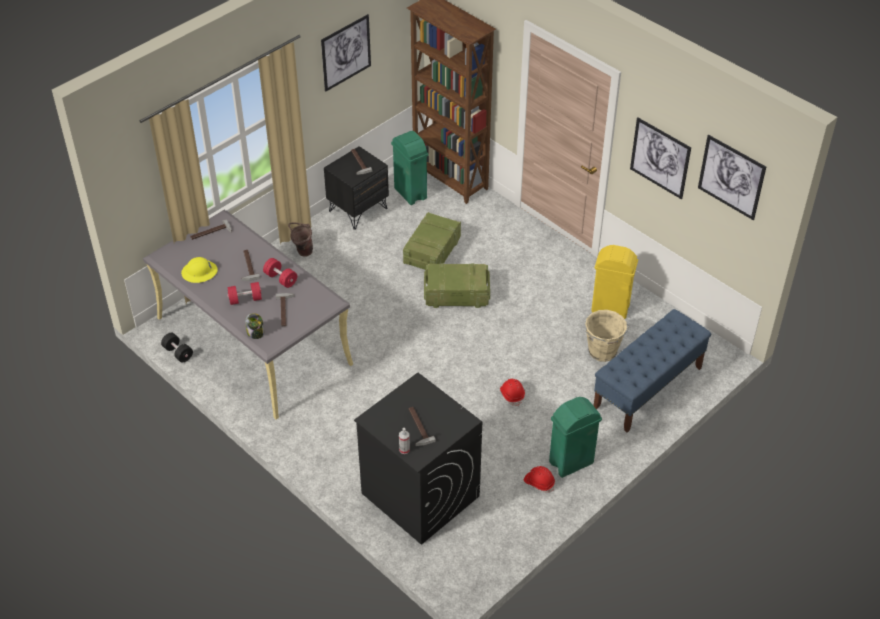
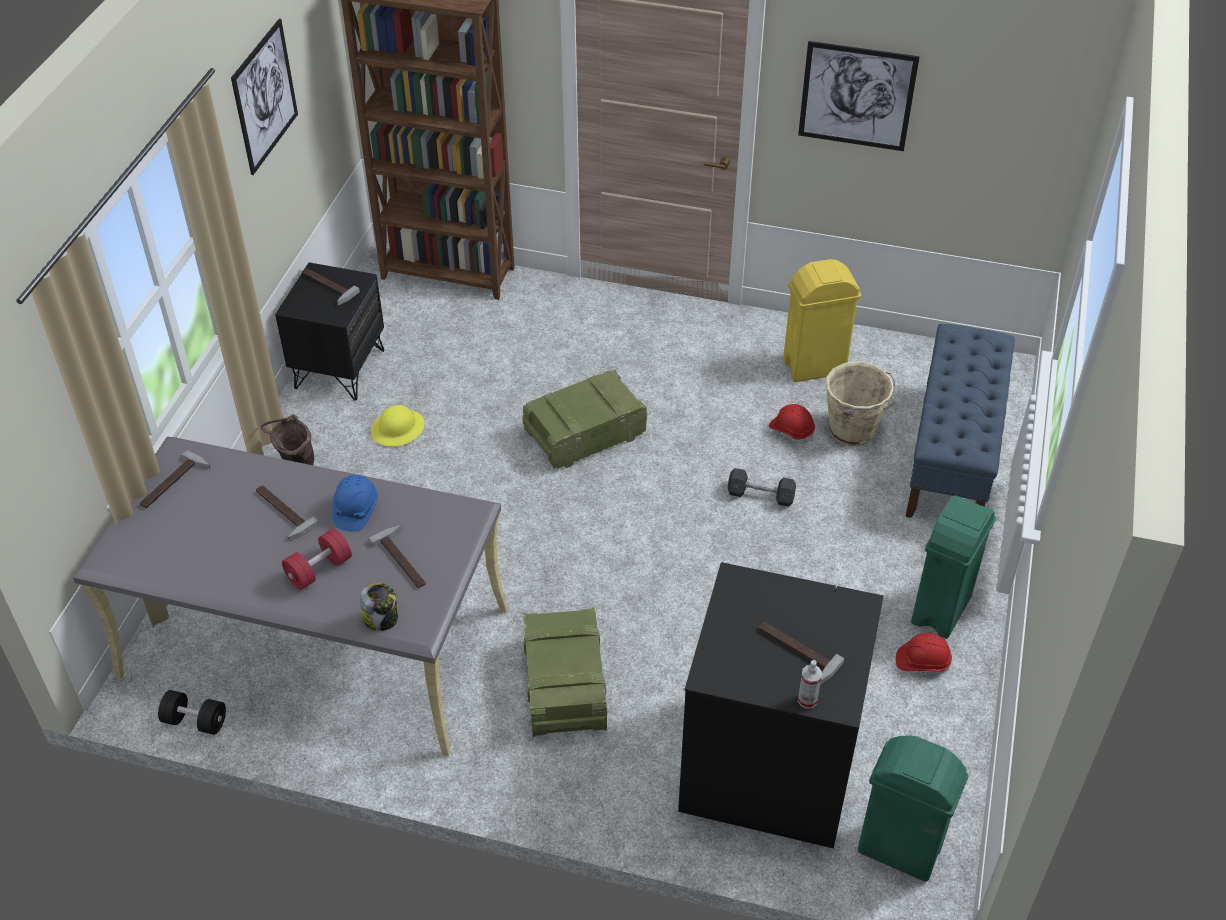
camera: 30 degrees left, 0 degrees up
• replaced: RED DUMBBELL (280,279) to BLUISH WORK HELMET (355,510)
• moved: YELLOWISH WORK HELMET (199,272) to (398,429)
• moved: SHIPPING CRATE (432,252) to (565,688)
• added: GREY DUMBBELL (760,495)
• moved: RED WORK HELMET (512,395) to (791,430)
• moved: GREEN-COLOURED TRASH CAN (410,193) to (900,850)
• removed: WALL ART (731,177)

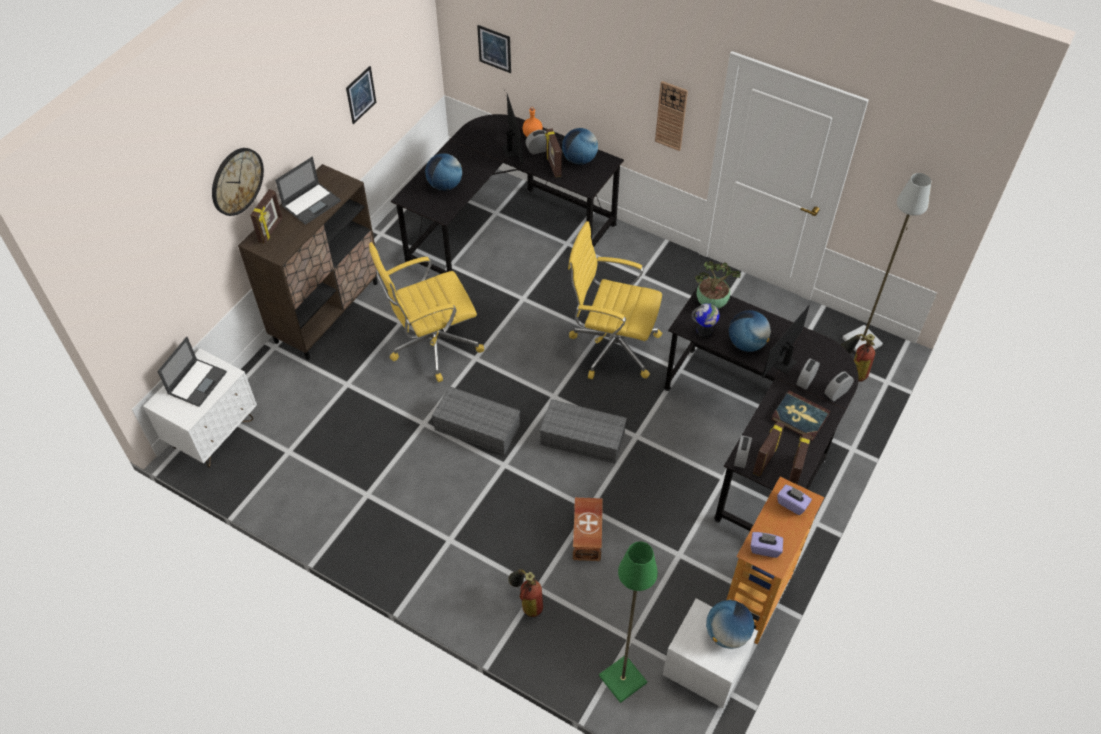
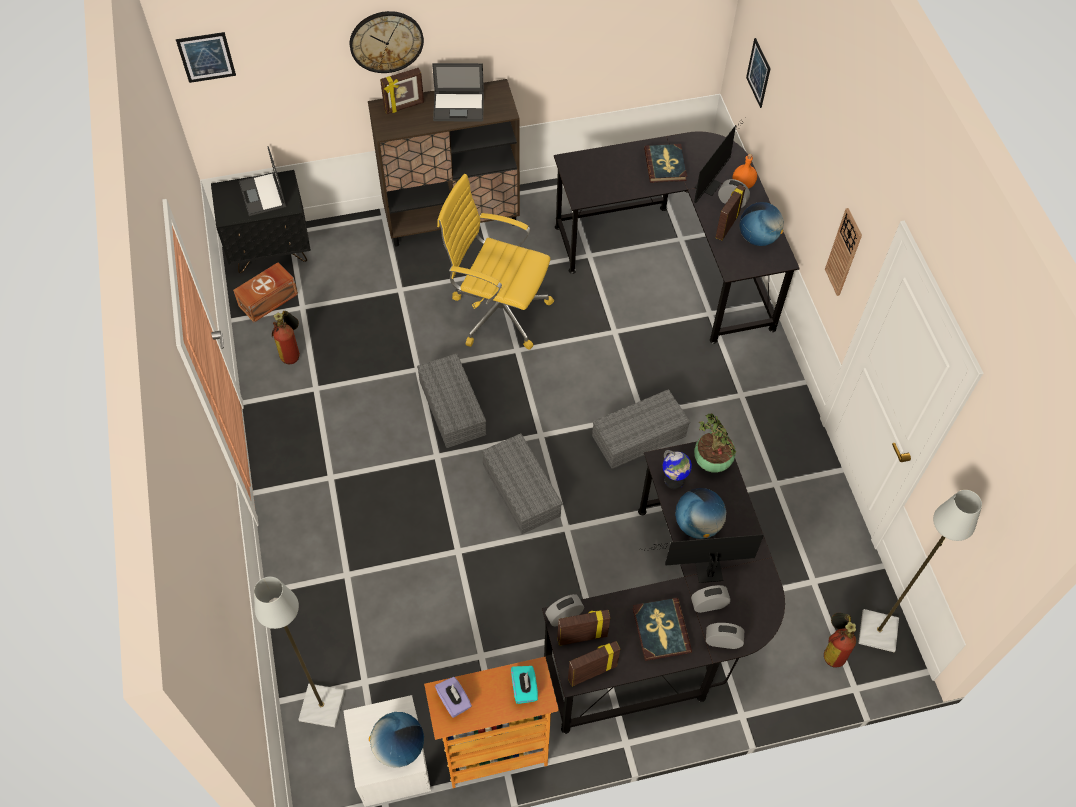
camera: 45 degrees right, 5 degrees up
• moved: WALL ART (361,95) to (206,57)
• recoloured: WHITE-COLOURED NIGHTSTAND (214,434) to BLACKISH NIGHTSTAND (271,250)
• moved: BROWN-COLOURED STORAGE BOX (588,535) to (269,300)
• turned: NOTEBOOK COMPUTER (197,382) = (263,195) 90 degrees clockwise
• recoloured: GREEN-COLOURED FLOOR LAMP (621,679) to GREY FLOOR LAMP (321,705)
• moved: FIRE EXTINGUISHER (527,602) to (292,350)
• recoloured: PURPLISH BOX OF TISSUES (792,504) to TURQUOISE BOX OF TISSUES (524,688)
• replaced: YELLOWISH OFFICE CHAIR (612,346) to GREY STORAGE BOX (639,435)
• added: BOUND BOOK (665,165)
• removed: WORLD GLOBE (445,185)

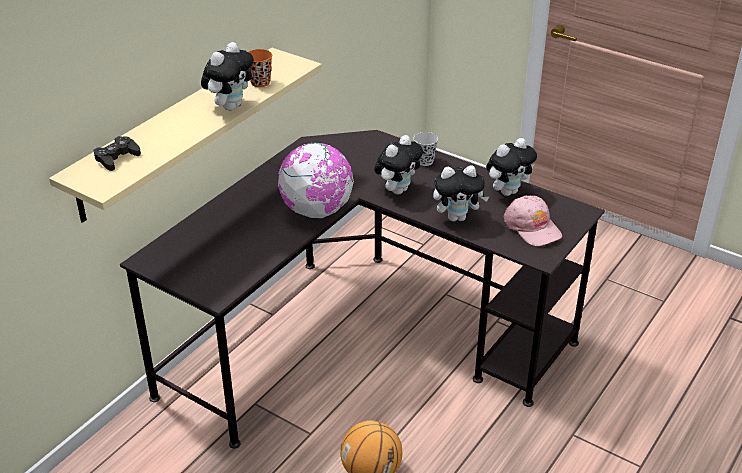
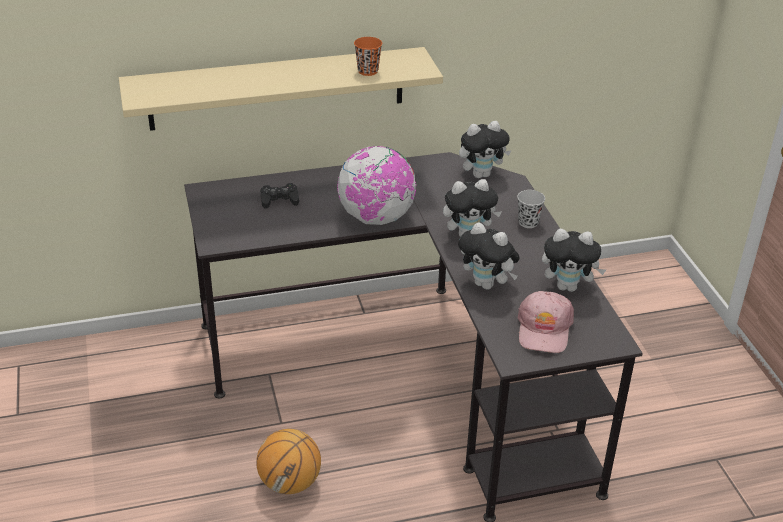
camera: 40 degrees right, 0 degrees up
• moved: BLACKISH GAME CONTROLLER (117,158) to (279,200)
• moved: CUDDLY TOY (230,106) to (481,174)

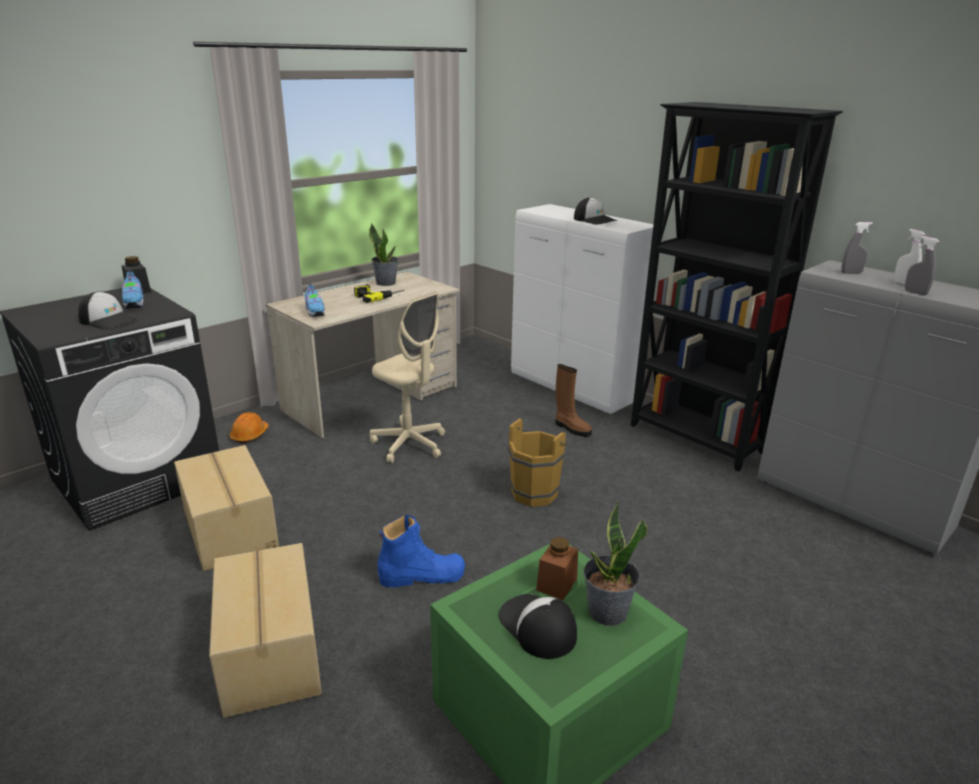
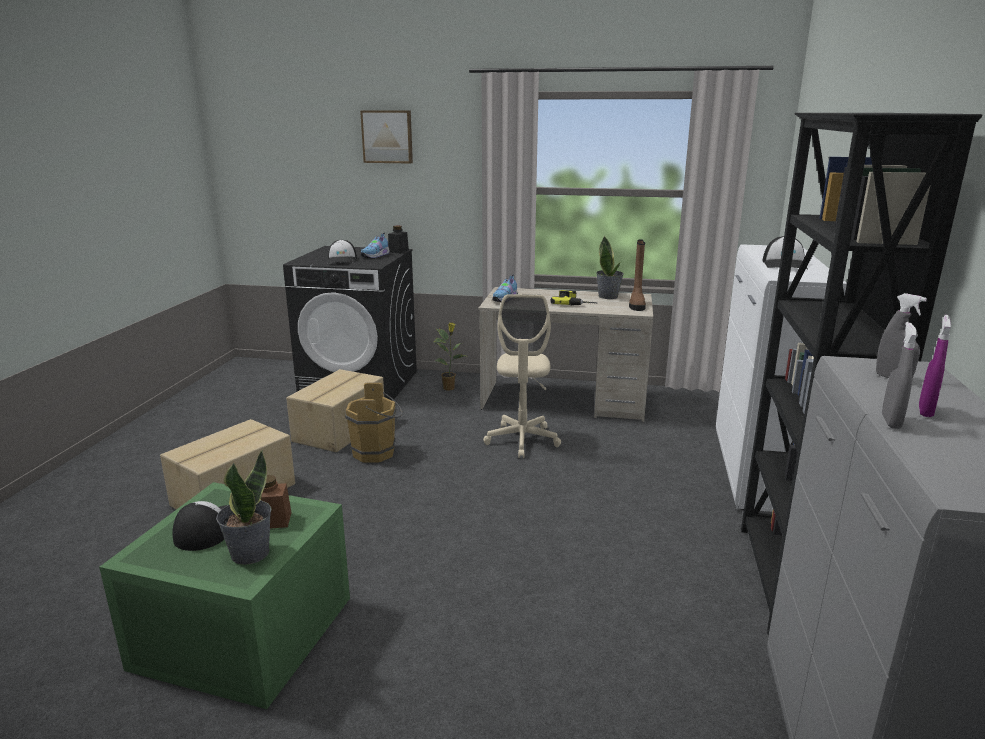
camera: 55 degrees right, 5 degrees down
• moved: BROWN-COLOURED PAIL (536,492) to (377,453)
• added: WALL ART (387,136)
• replaced: ORANGE WORK HELMET (249,435) to PLANT IN A POT (449,388)
• moved: BROWN-COLOURED TALL BOOT (571,428) to (636,305)
• recoloured: WHITE-COLOURED SPRAY BOTTLE (903,283) to PURPLISH SPRAY BOTTLE (925,411)
• removed: BLUISH TALL BOOT (422,576)

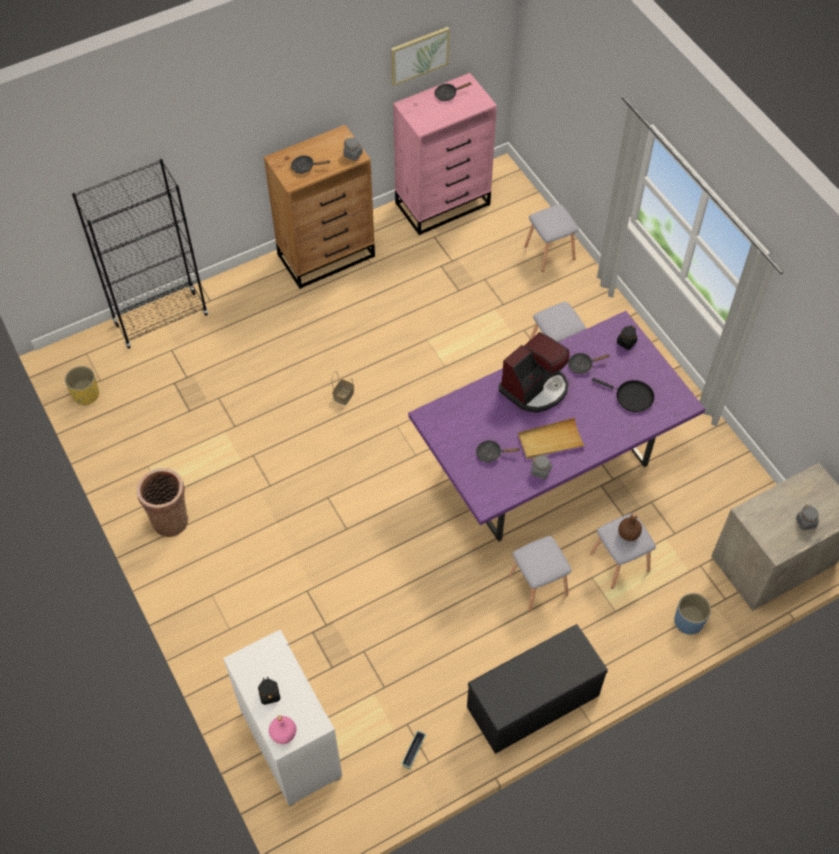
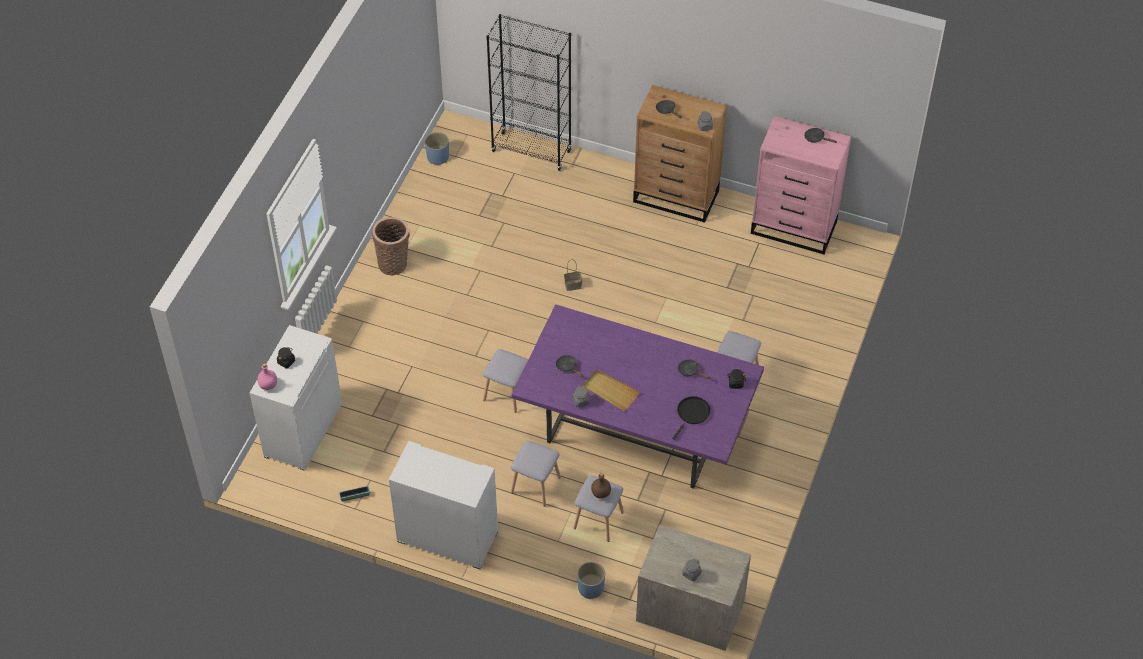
camera: 50 degrees right, 5 degrees down
• replaced: BLACKISH BENCH (532,702) to WHITE-COLOURED CABINET (446,537)
• recoloured: YELLOWISH FLOWER POT (86,394) to BLUISH FLOWER POT (438,157)
• moved: GREY SITTING STOOL (549,252) to (507,392)
• turned: BLACKISH FRYING PAN (631,397) = (692,414) 135 degrees counterclockwise
• removed: WALL ART (419,55)
• removed: COFFEE MAKER (535,388)

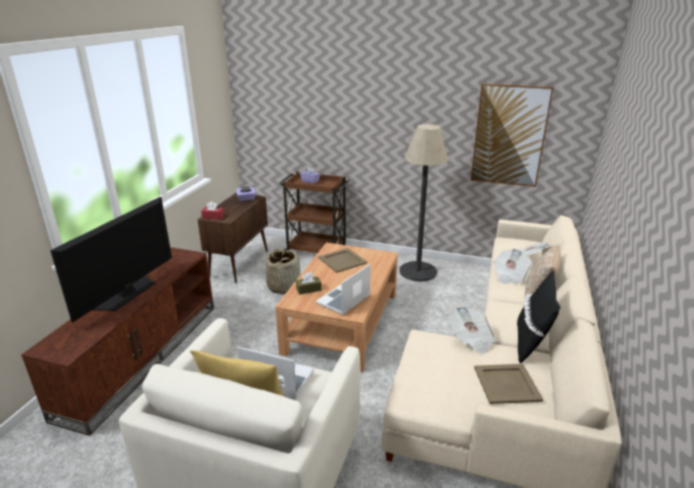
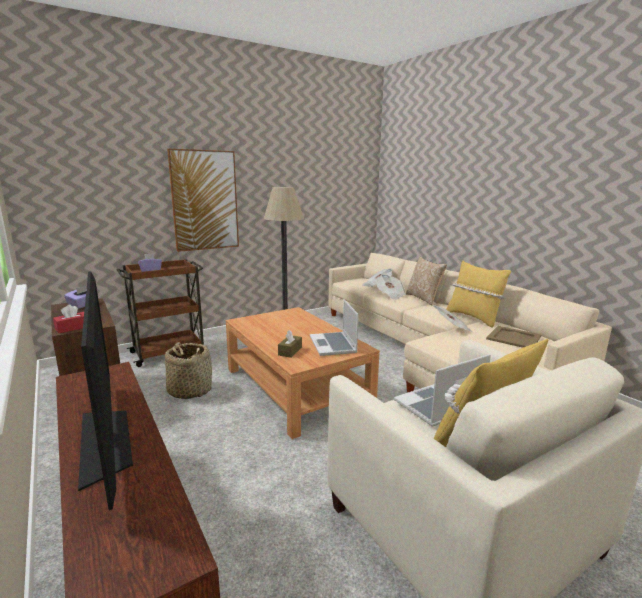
camera: 50 degrees left, 10 degrees down
• moved: WALL ART (509,135) to (204,200)
• recoloured: BLACKISH THROW PILLOW (531,343) to YELLOWISH THROW PILLOW (473,318)
• removed: BEIGE TRAY (342,260)

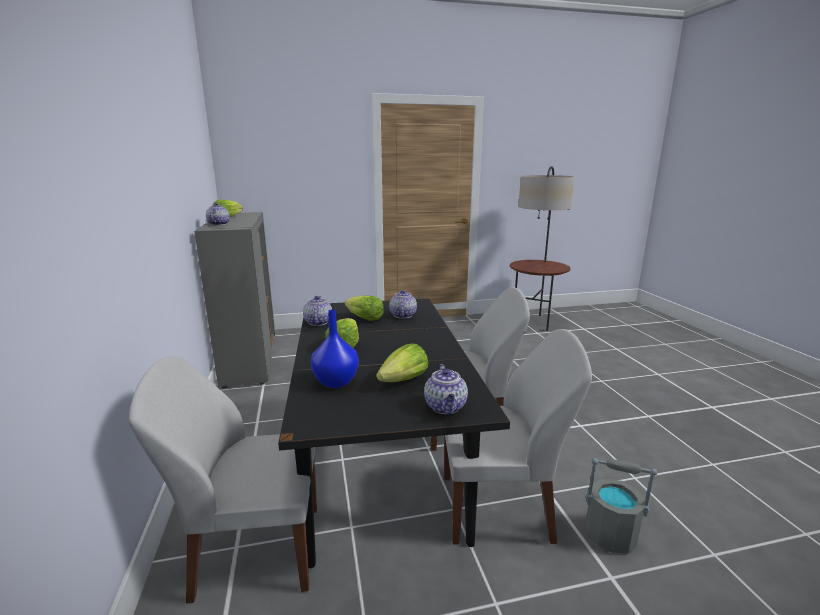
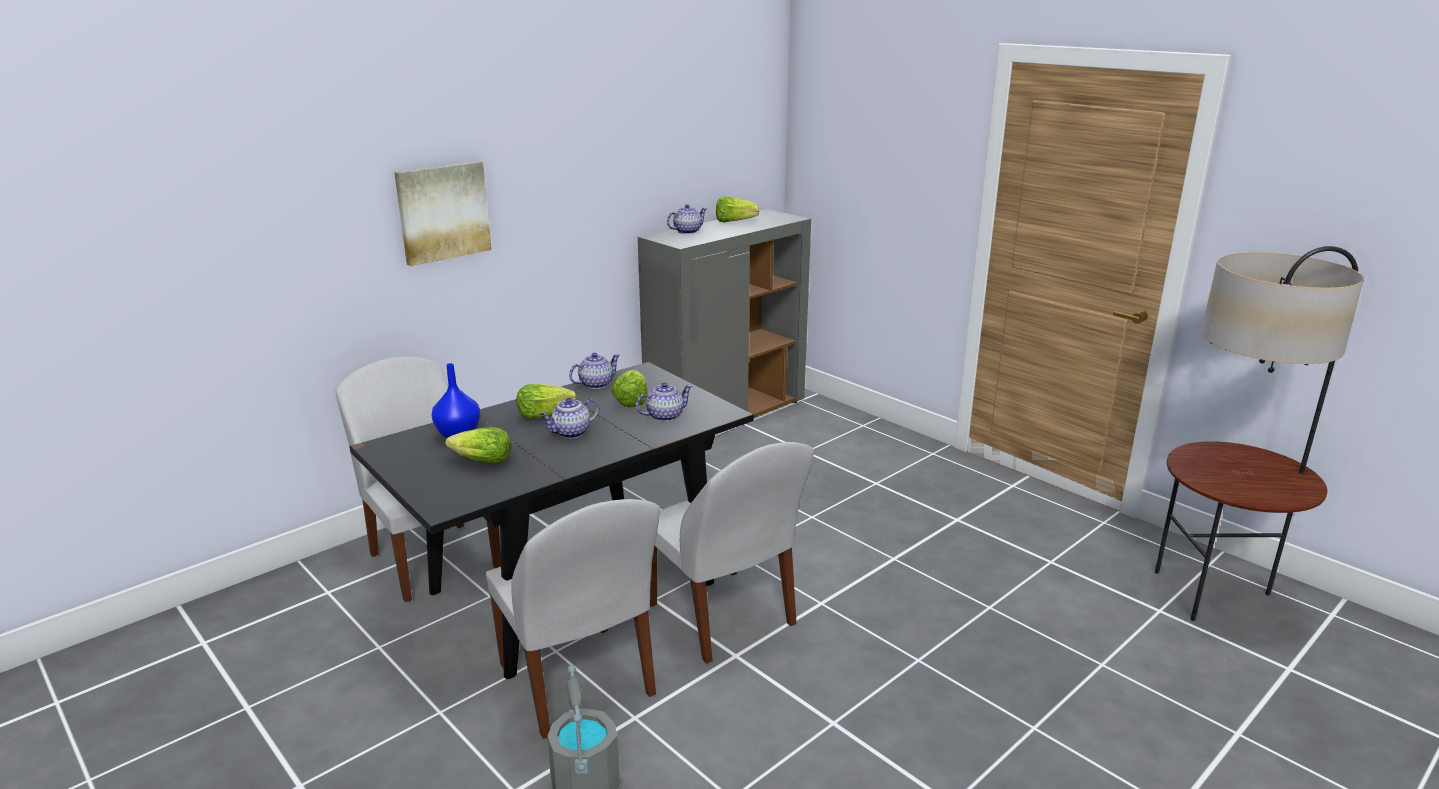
camera: 60 degrees right, 5 degrees up
• added: WALL ART (443,212)
• moved: TEAPOT (446,407) to (570,433)

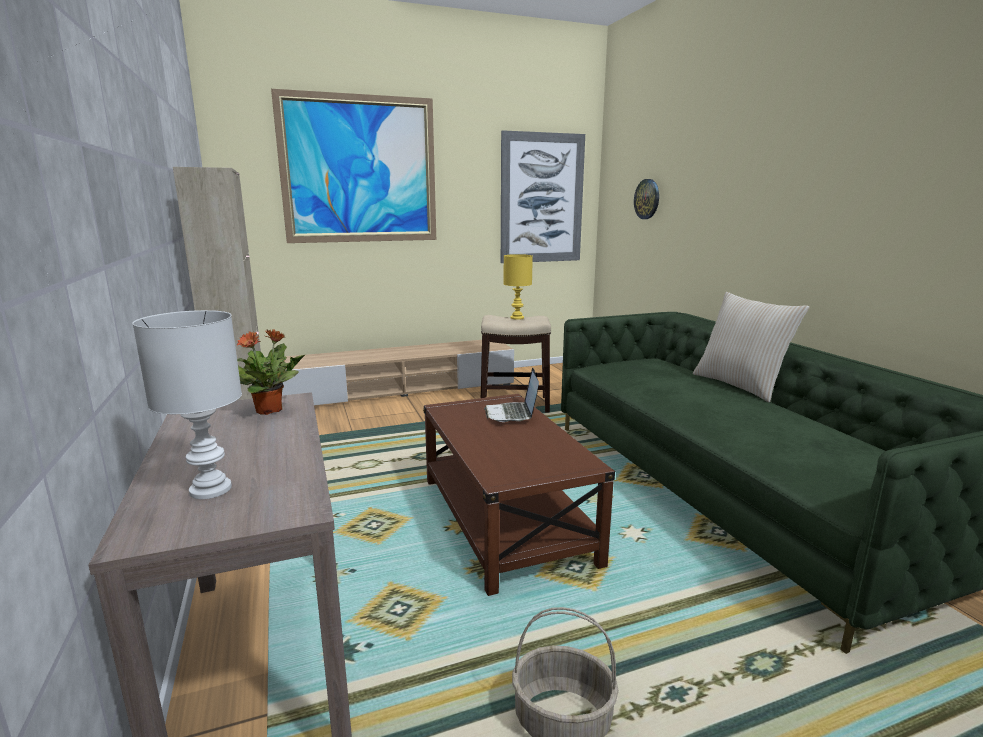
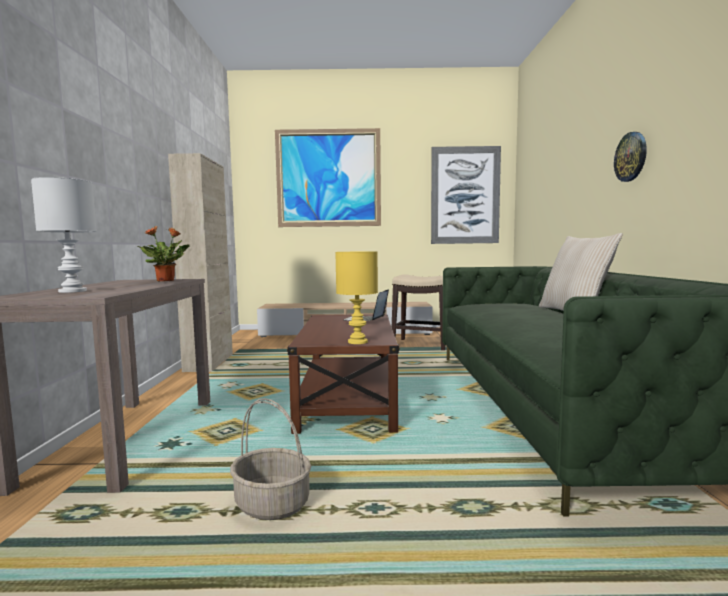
camera: 20 degrees right, 10 degrees down
• moved: YELLOWISH TABLETOP LAMP (517,318) to (357,342)
• moved: HANGING CLOCK (647,199) to (631,157)

